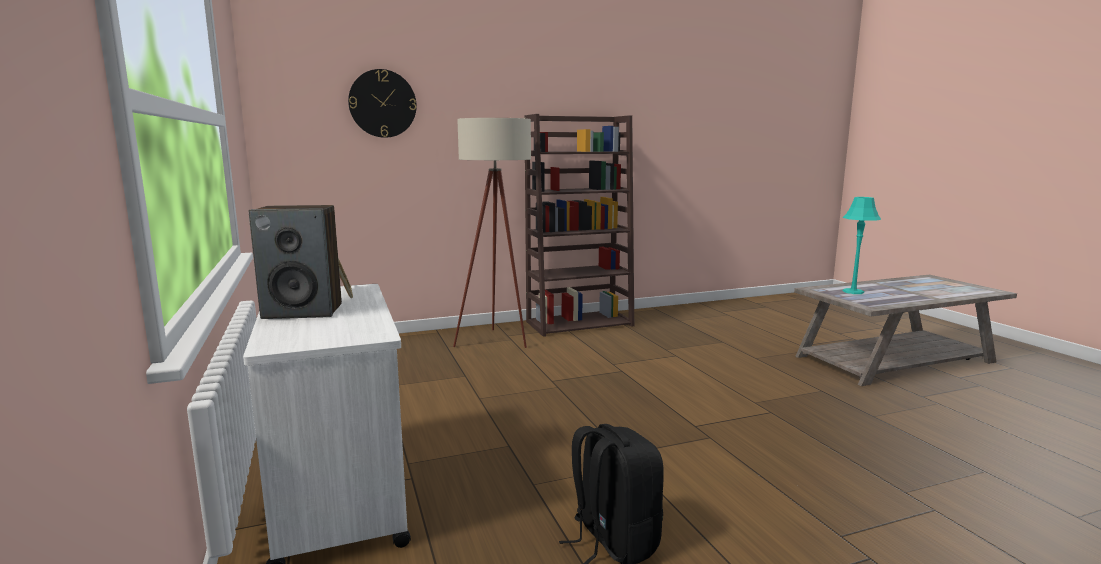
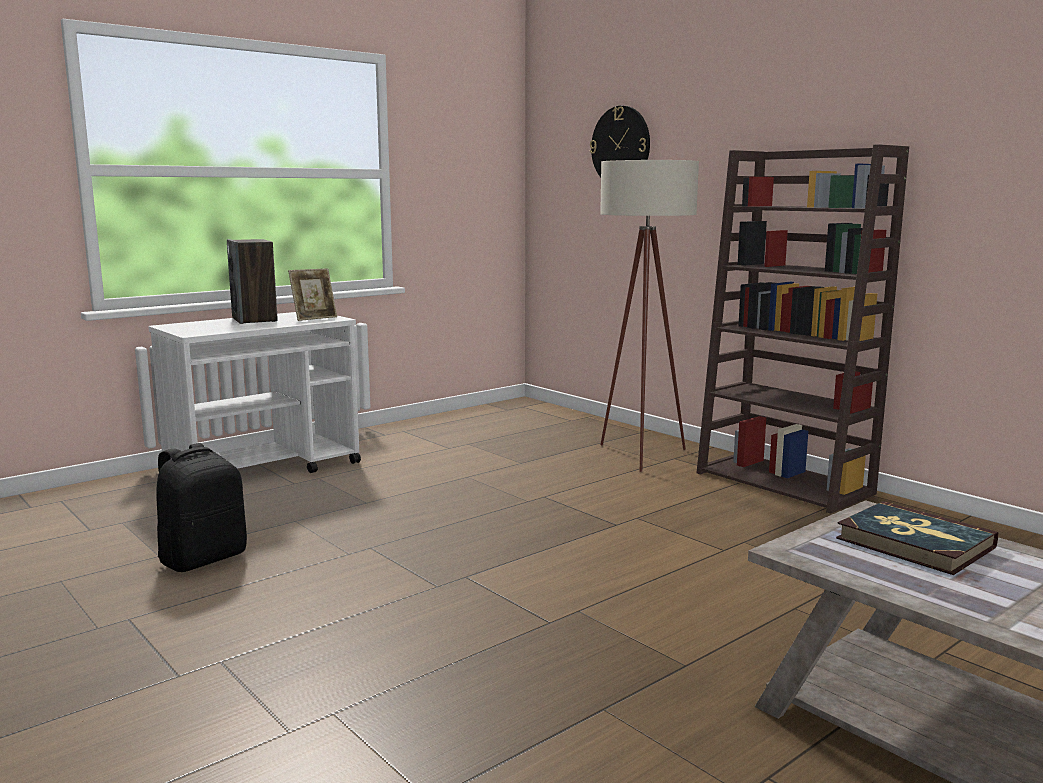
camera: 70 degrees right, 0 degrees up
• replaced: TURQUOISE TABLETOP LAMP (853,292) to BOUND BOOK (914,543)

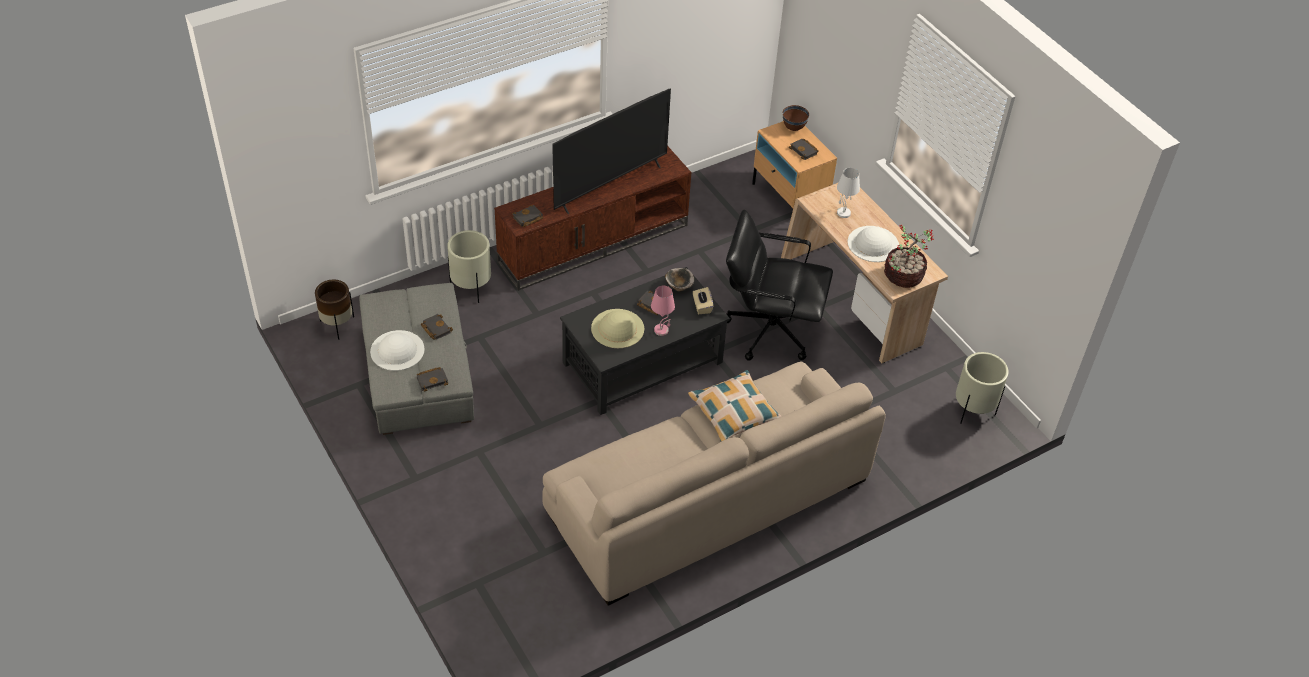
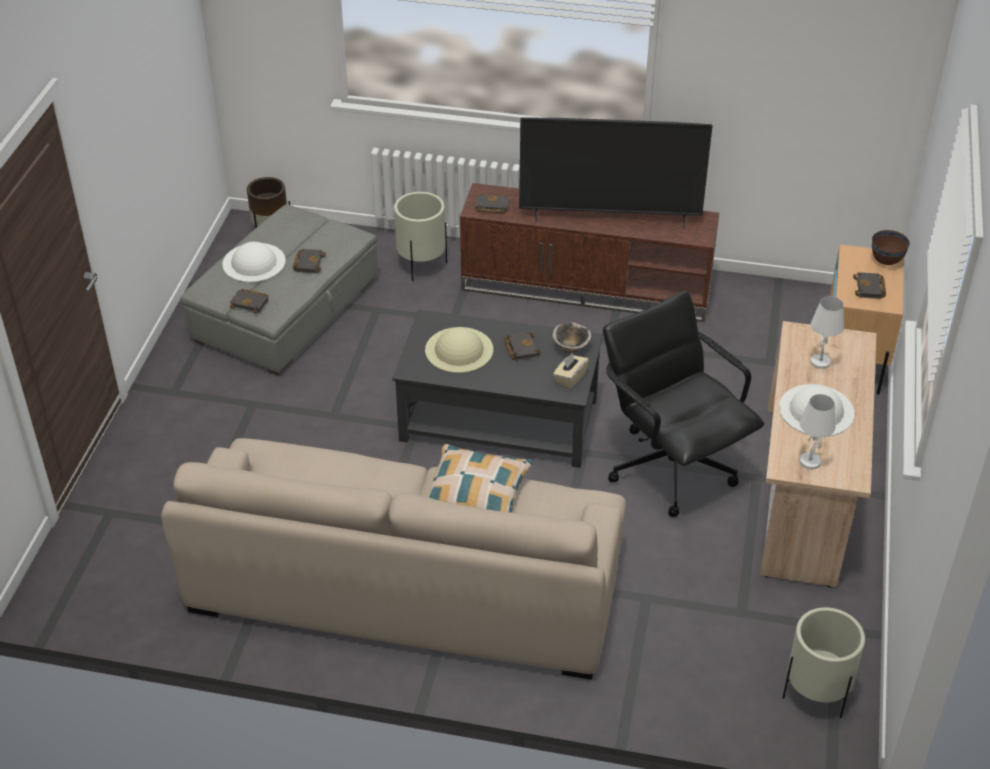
camera: 45 degrees right, 5 degrees down
• replaced: PLANT IN A POT (902,276) to WHITE-COLOURED TABLETOP LAMP (810,461)
• removed: PINK-COLOURED TABLETOP LAMP (661,330)

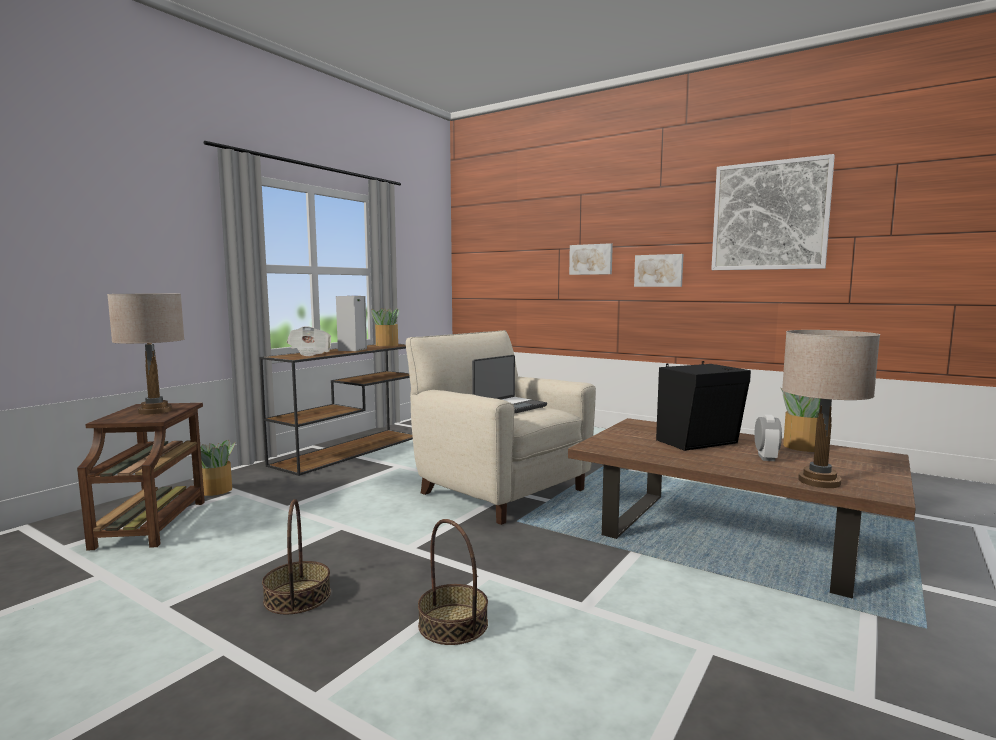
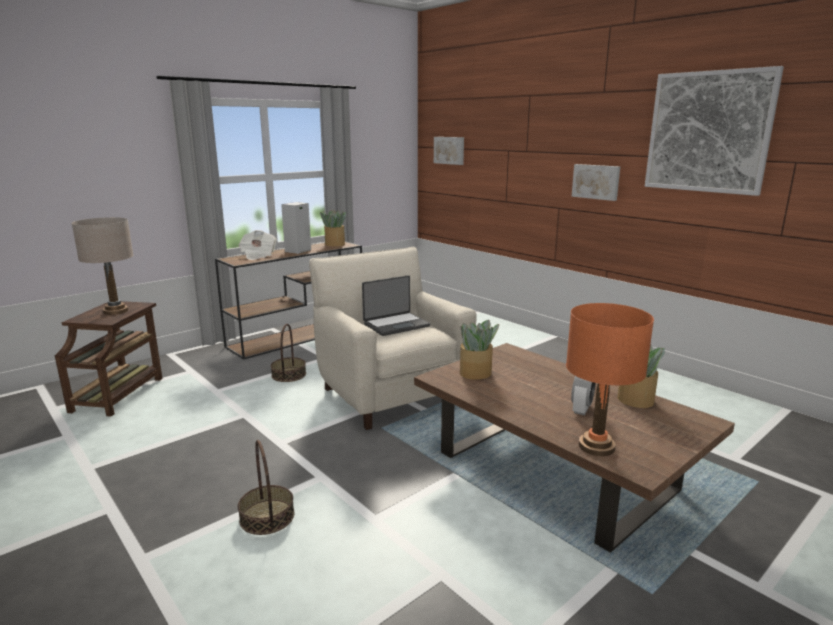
camera: 15 degrees right, 10 degrees up
• moved: STORAGE BASKET (297,597) to (289,375)
• moved: WALL ART (591,259) to (449,150)
• moved: PLANT IN A POT (216,490) to (476,373)
• recoloured: BEIGE TABLETOP LAMP (818,481) to ORANGE TABLETOP LAMP (596,446)
• removed: BLACKISH LOUDSPEAKER (700,442)

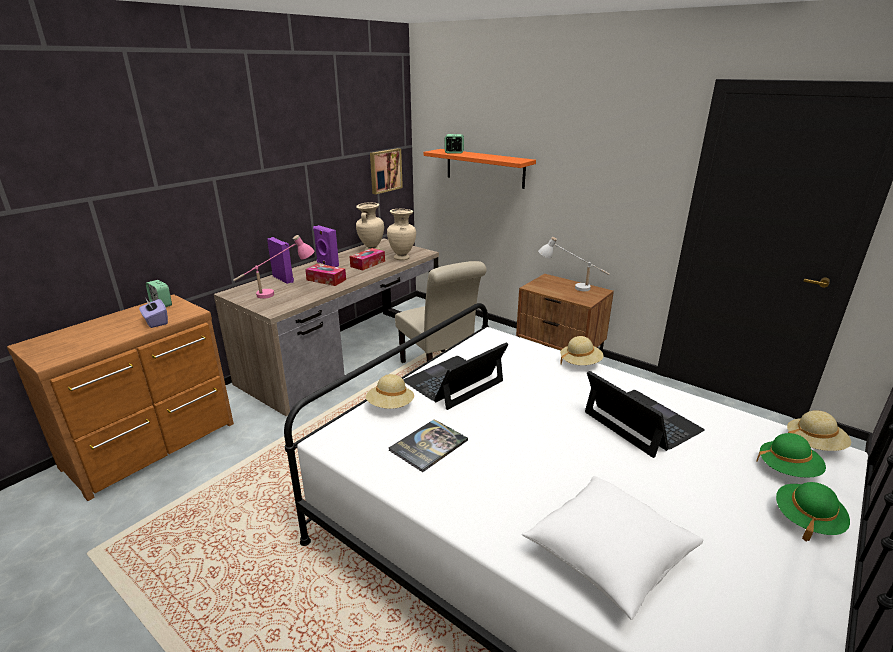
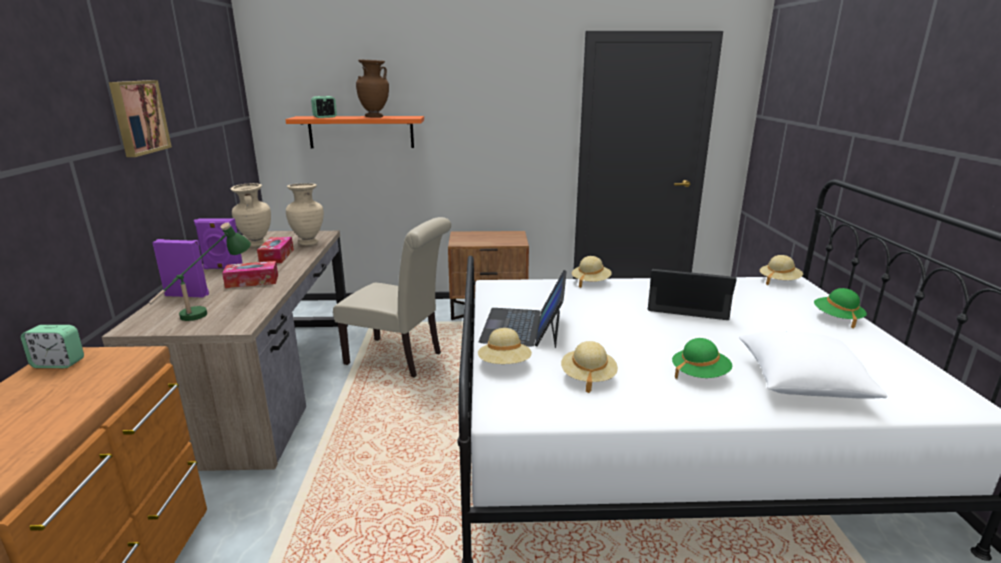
camera: 40 degrees left, 5 degrees down
• moved: WALL ART (385,170) to (138,117)
• recoloured: PINK-COLOURED TABLETOP LAMP (278,293) to GREEN-COLOURED TABLETOP LAMP (210,309)
• added: BROWN-COLOURED DECORATIVE VASE (374,117)
• replaced: BOUND BOOK (428,445) to BEIGE WEARABLE HAT (588,377)
• moved: GREEN-COLOURED WEARABLE HAT (787,469) to (699,374)
• removed: PURPLISH BOX OF TISSUES (156,322)
• removed: WHITE-COLOURED TABLETOP LAMP (571,287)

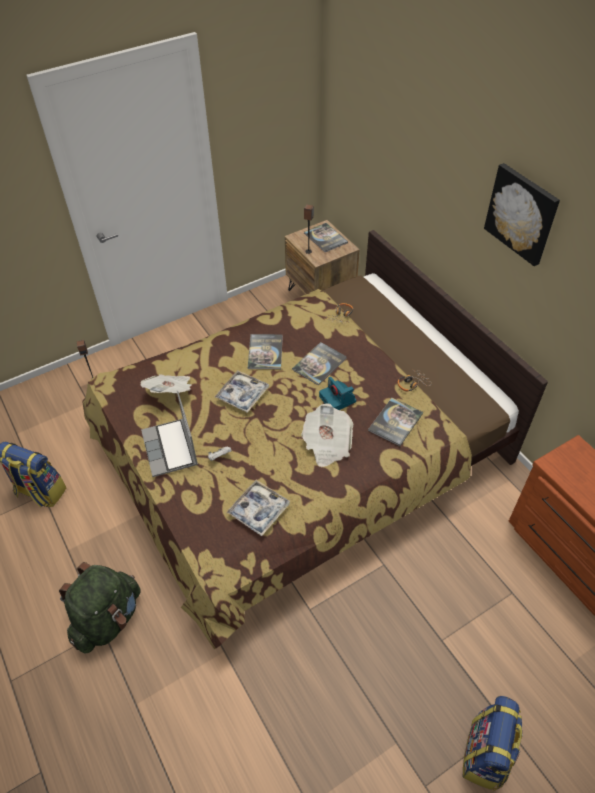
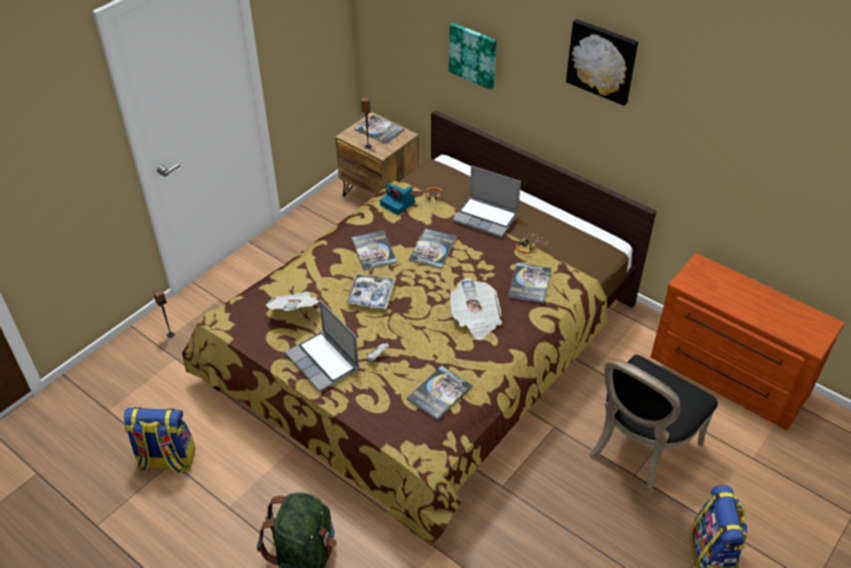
camera: 20 degrees left, 5 degrees down
• moved: STILL CAMERA (338,399) to (398,204)
• replaced: TRAY (259,510) to BOUND BOOK (439,393)
• added: WALL ART (473,55)
• added: NOTEBOOK COMPUTER (486,218)
• added: BLACKISH UPRIGHT CHAIR (639,450)

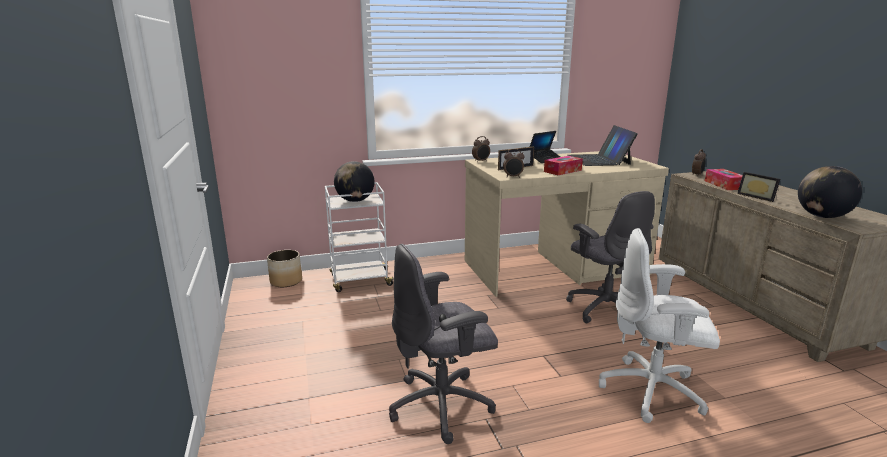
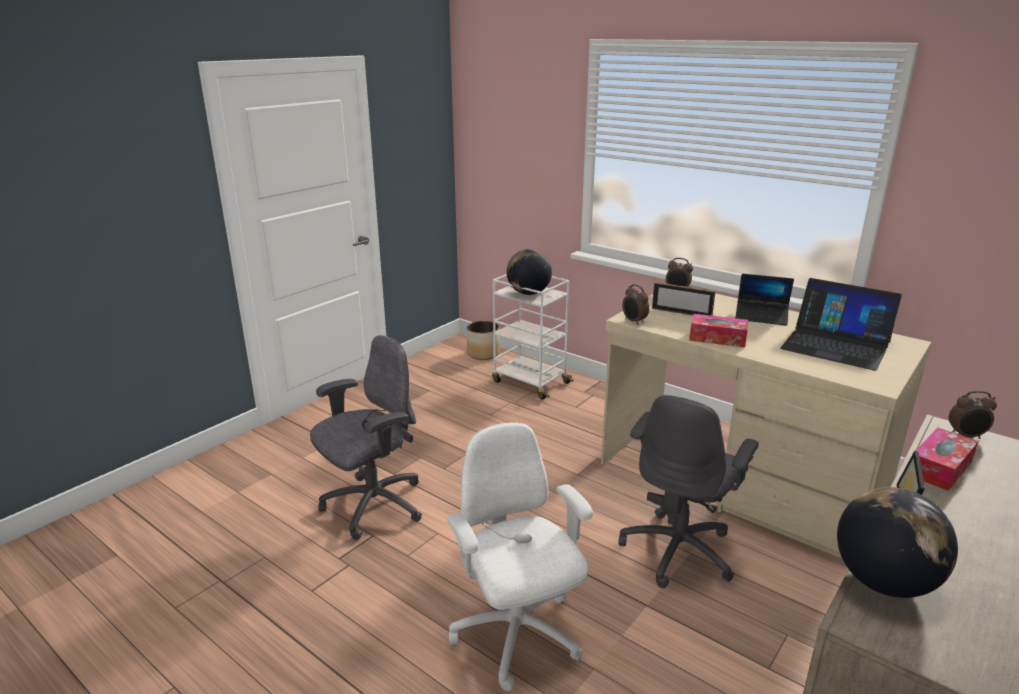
camera: 55 degrees right, 5 degrees up
• turned: GREY OFFICE CHAIR (442,405) = (372,506) 105 degrees clockwise
• turned: NOTEBOOK COMPUTER (598,160) = (835,345) 105 degrees counterclockwise

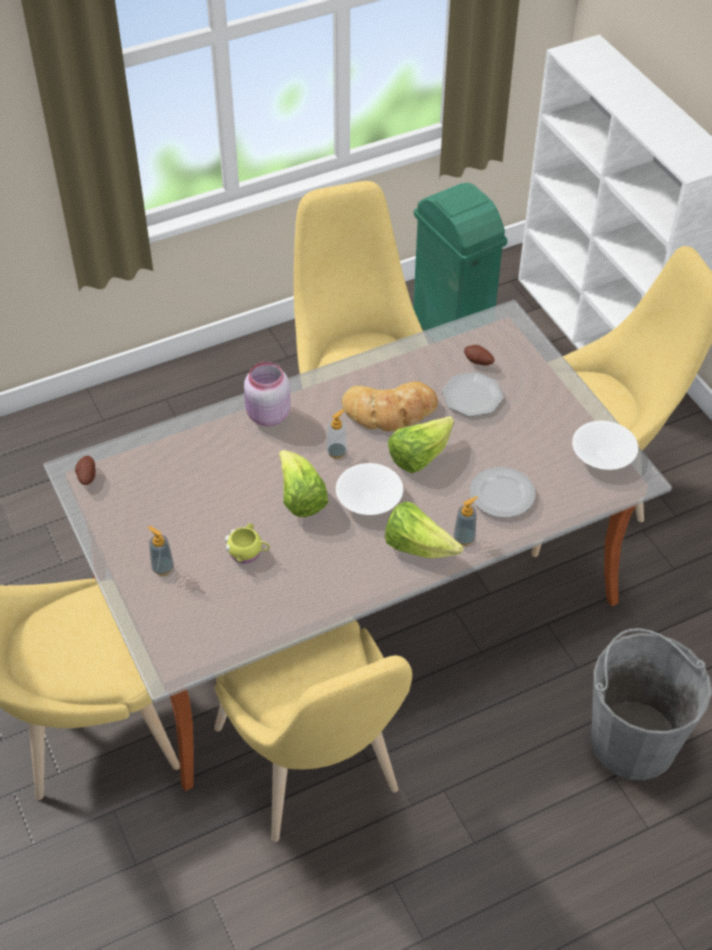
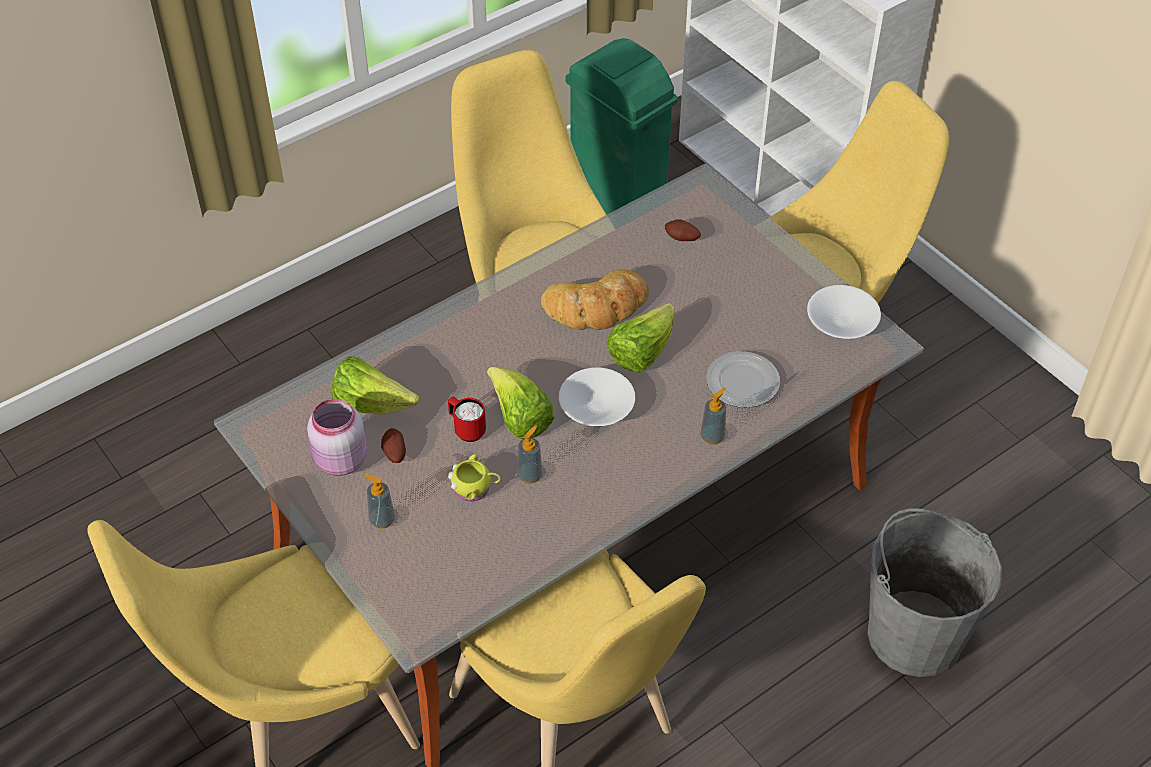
camera: 10 degrees left, 0 degrees up
• moved: PINK-COLOURED PRESERVE JAR (267,415) to (339,461)
• moved: LETTUCE (418,547) to (372,404)
• moved: SPUD (86,476) to (394,453)
• added: RED MUG (466,429)
• moved: SOAP BOTTLE (337,452) to (530,475)
• removed: PLATE (472,396)

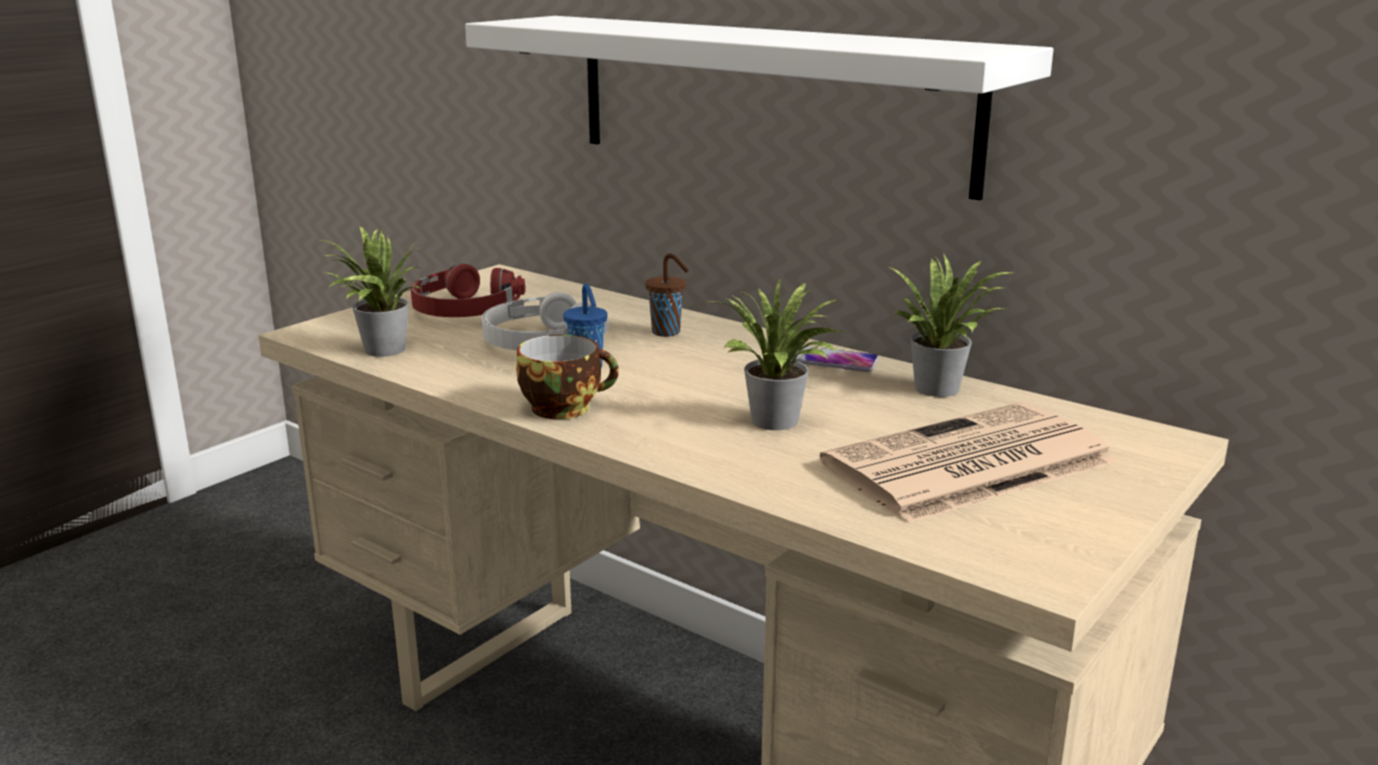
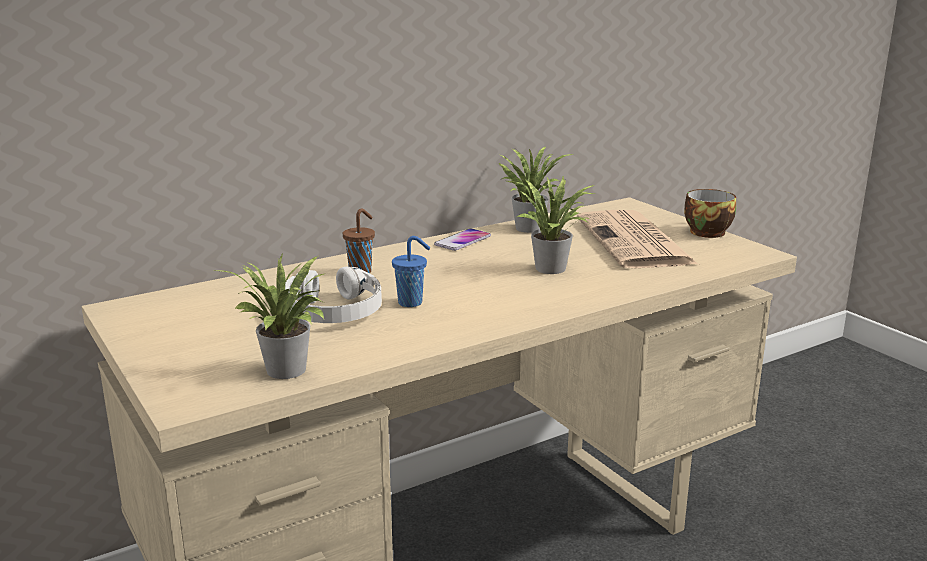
camera: 70 degrees left, 0 degrees up
• moved: SMALL CUP (565,407) to (706,231)
• removed: RED PAIR OF HEADPHONES (464,310)
• removed: WHITE-COLOURED BRACKET SHELF (766,100)

